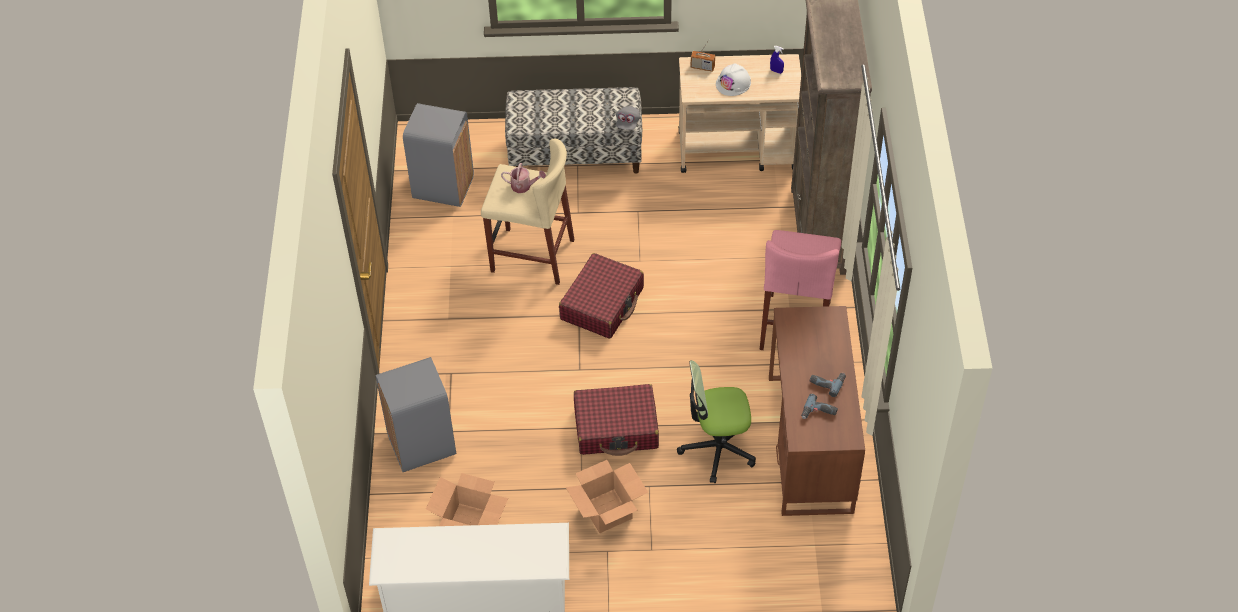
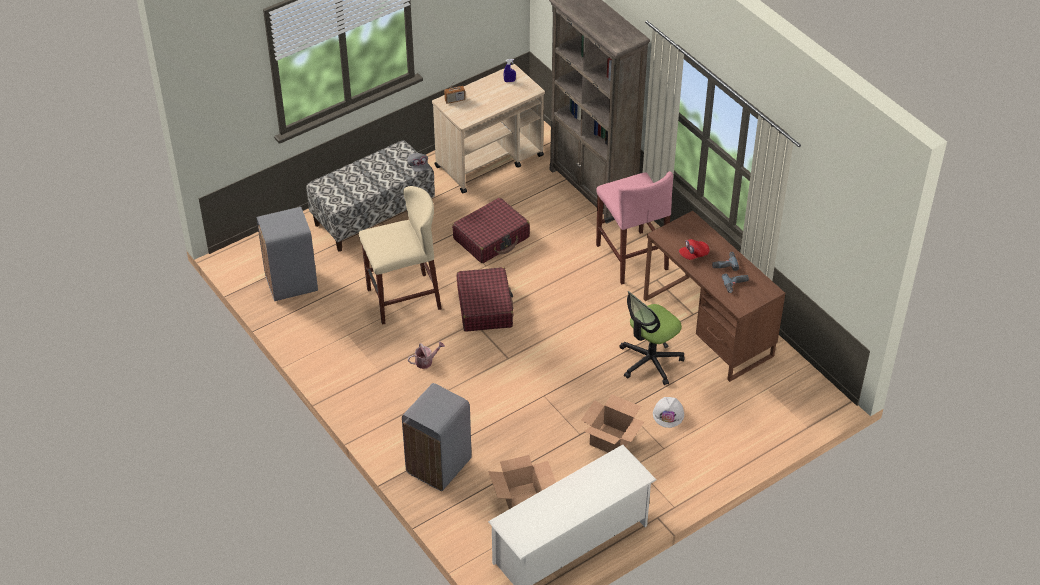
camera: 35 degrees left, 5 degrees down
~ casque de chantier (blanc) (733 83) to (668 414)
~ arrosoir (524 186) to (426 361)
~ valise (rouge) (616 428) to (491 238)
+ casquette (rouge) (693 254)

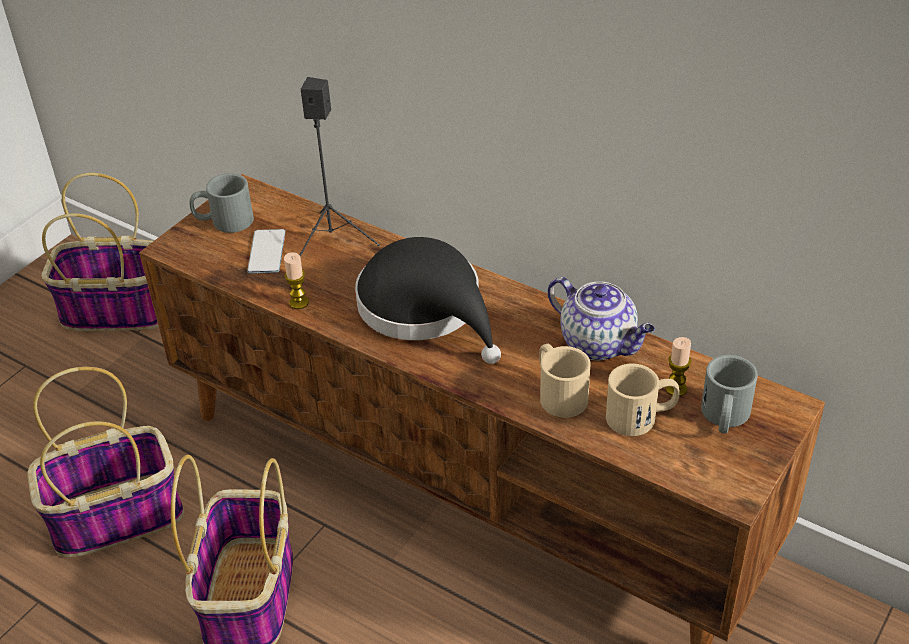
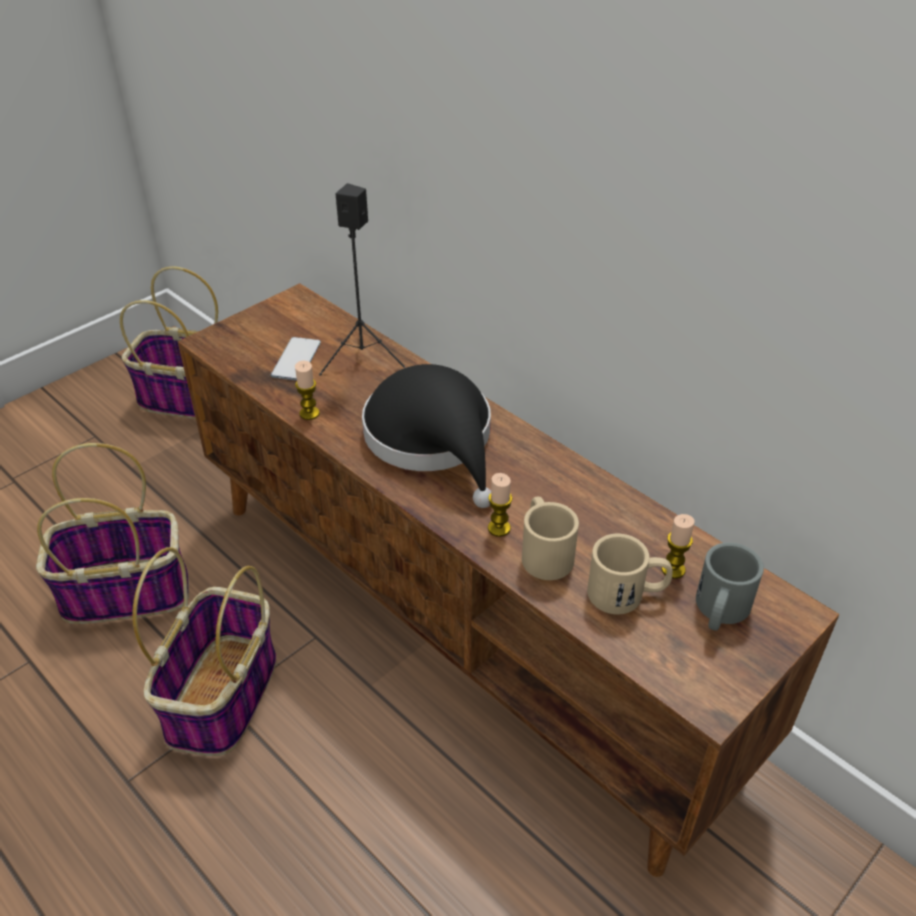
camera: 10 degrees right, 0 degrees up
- mug (gris) (223 221)
- théière (599 344)
+ bougie (499 528)

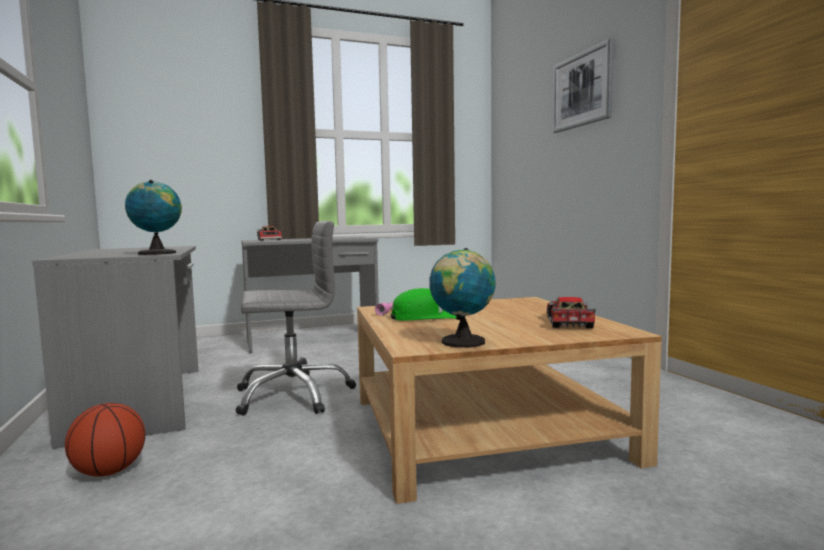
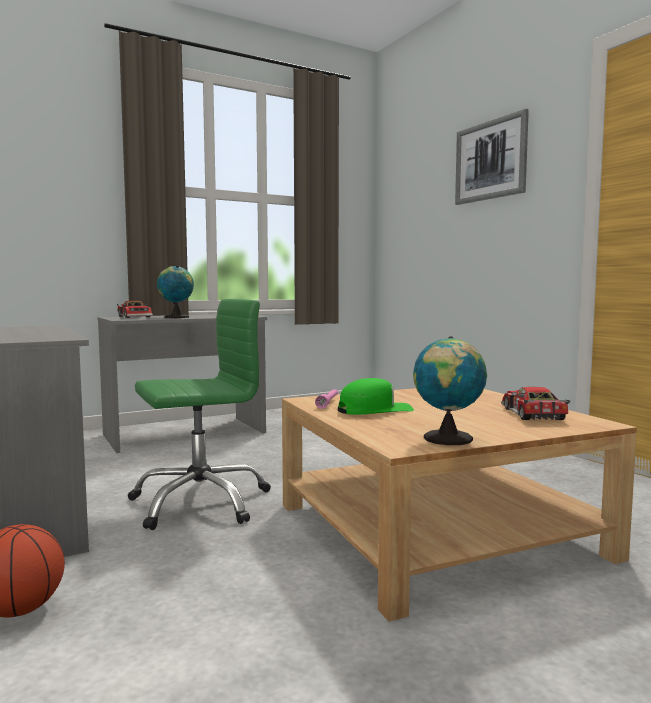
camera: 10 degrees left, 0 degrees up
~ globe (157 253) to (176 317)
~ chaise de bureau (gris) (293 394) to chaise de bureau (vert) (200 502)

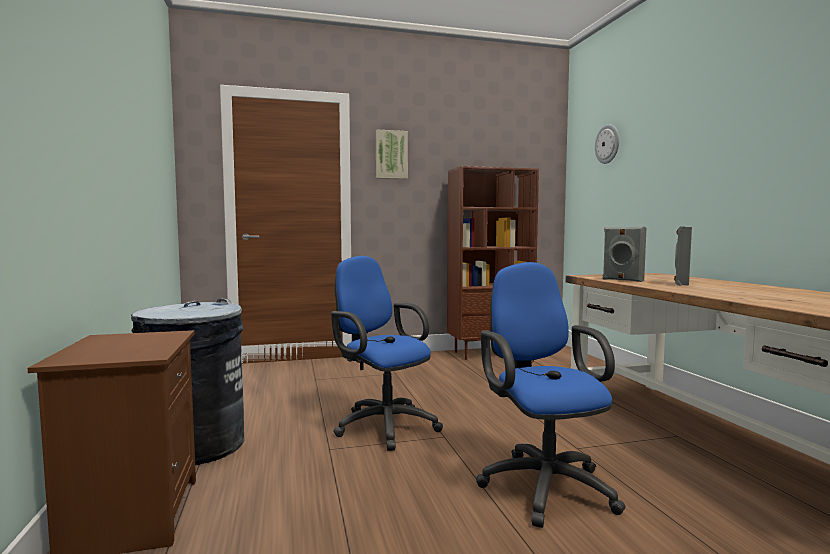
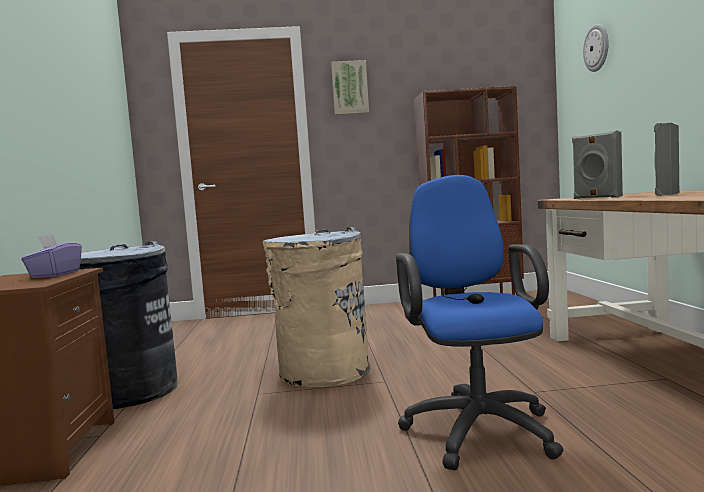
camera: 10 degrees right, 0 degrees up
~ chaise de bureau (bleu) (382 425) to poubelle (beige) (323 371)
+ boîte à mouchoirs (violet) (55 274)

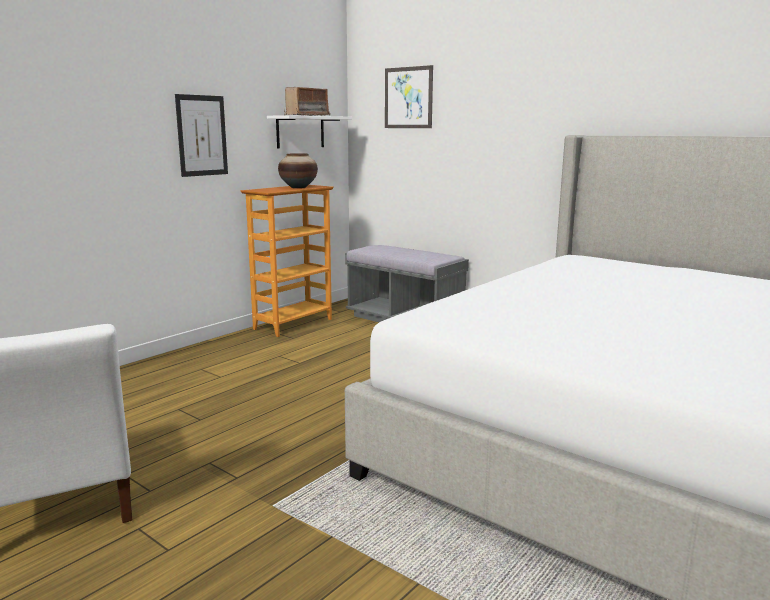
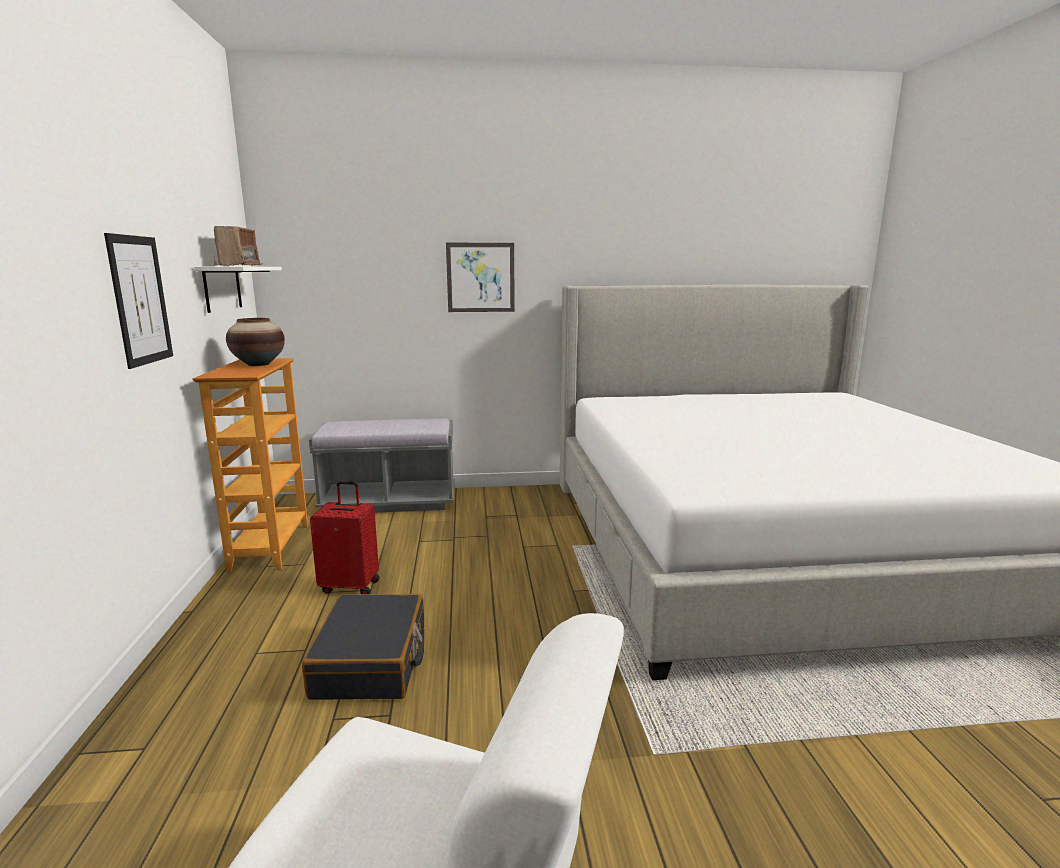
camera: 45 degrees left, 0 degrees up
~ tableau (408 98) to (480 277)
+ valise (rouge) (350 586)
+ valise (noir) (371 661)

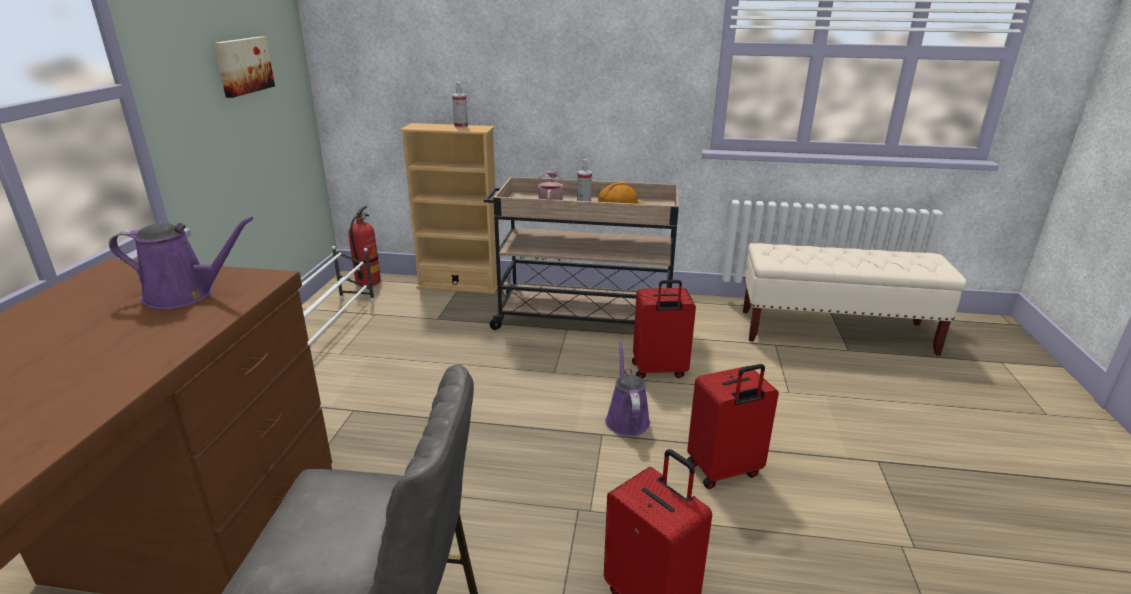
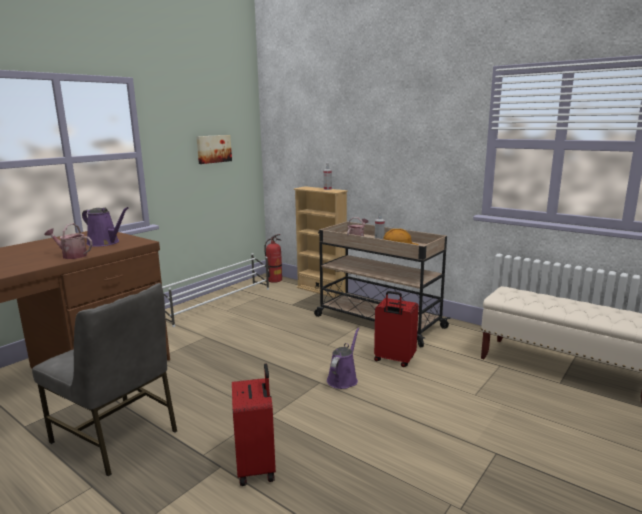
camera: 30 degrees right, 10 degrees down
- valise (rouge) (724 471)
+ arrosoir (72 255)

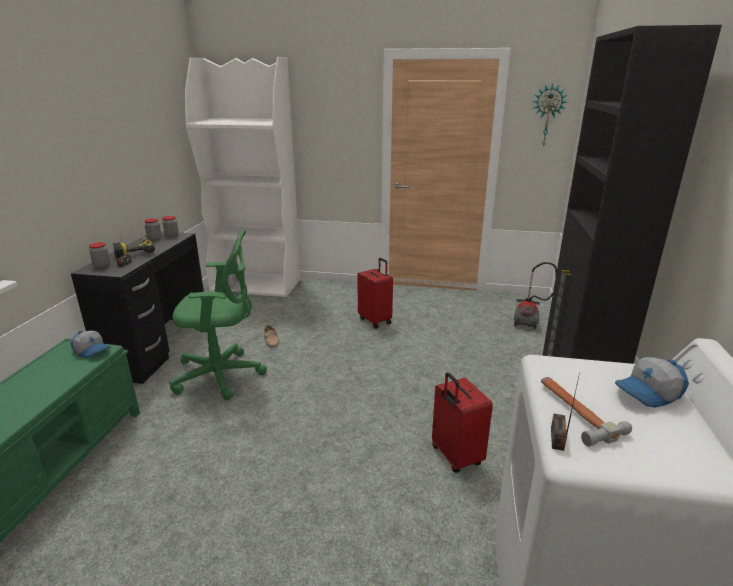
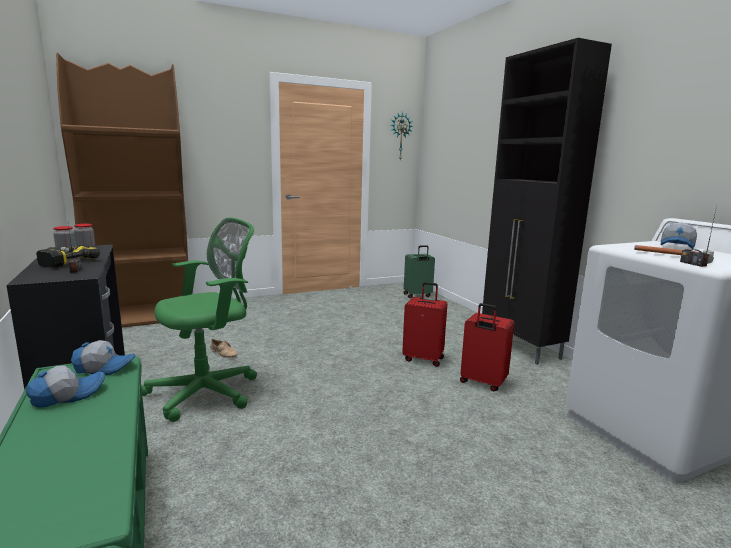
camera: 35 degrees left, 10 degrees down
~ bibliothèque (blanc) (257 285) to bibliothèque (marron) (144 316)
- bocal (102 266)
~ valise (rouge) (375 320) to (423 359)
~ aspirateur (529 317) to valise (vert) (417 295)
+ casquette (68 395)

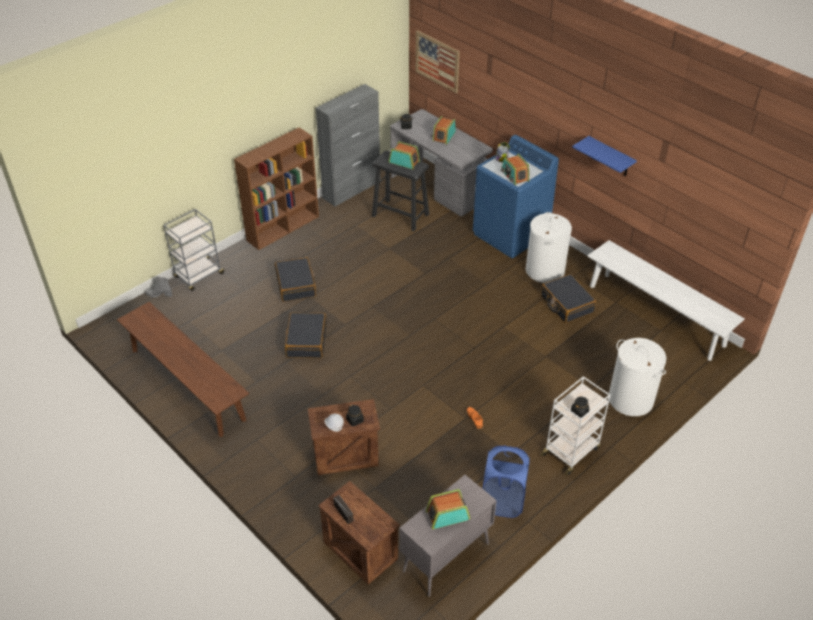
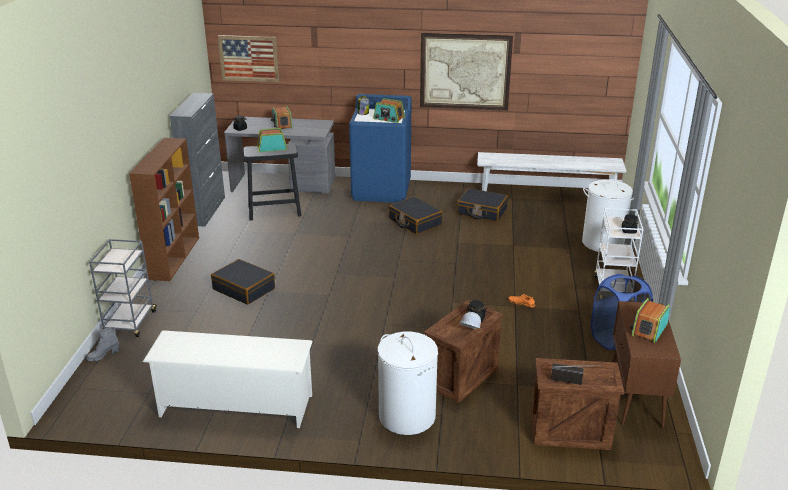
camera: 40 degrees left, 15 degrees down
~ étagère (bleu) (610 157) to tableau (465 72)
~ panier à linge (blanc) (544 270) to (406 416)
~ banc (marron) (187 384) to étagère à chaussures (blanc) (235 406)
~ valise (noir) (306 341) to (415 222)
~ meuble de rangement (gris) (445 558) to meuble de rangement (marron) (636 397)

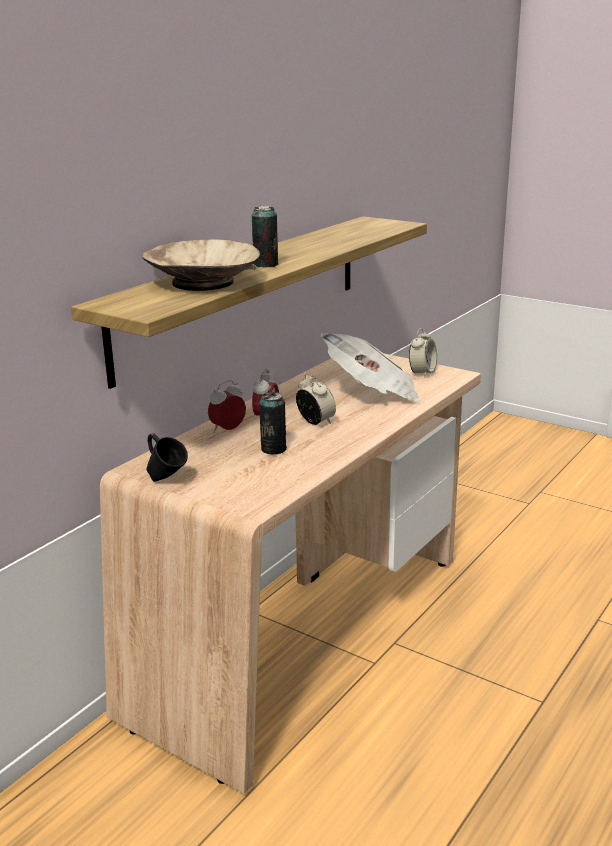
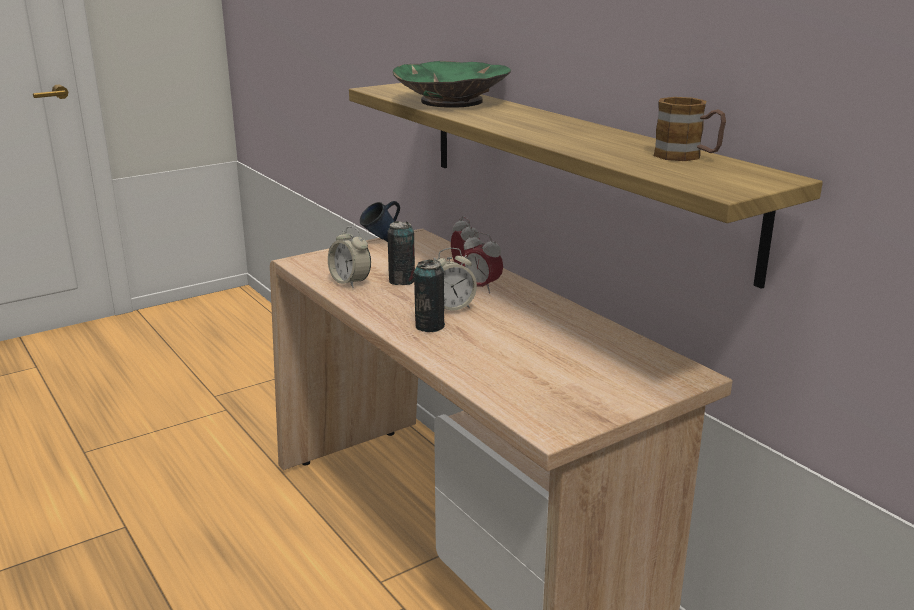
camera: 110 degrees right, 0 degrees up
~ boîte métallique (265 265) to (429 326)
~ bol (beige) (202 282) to bol (vert) (451 101)
~ réveil (422 373) to (350 282)
- journal (372 392)
+ mug (687 157)

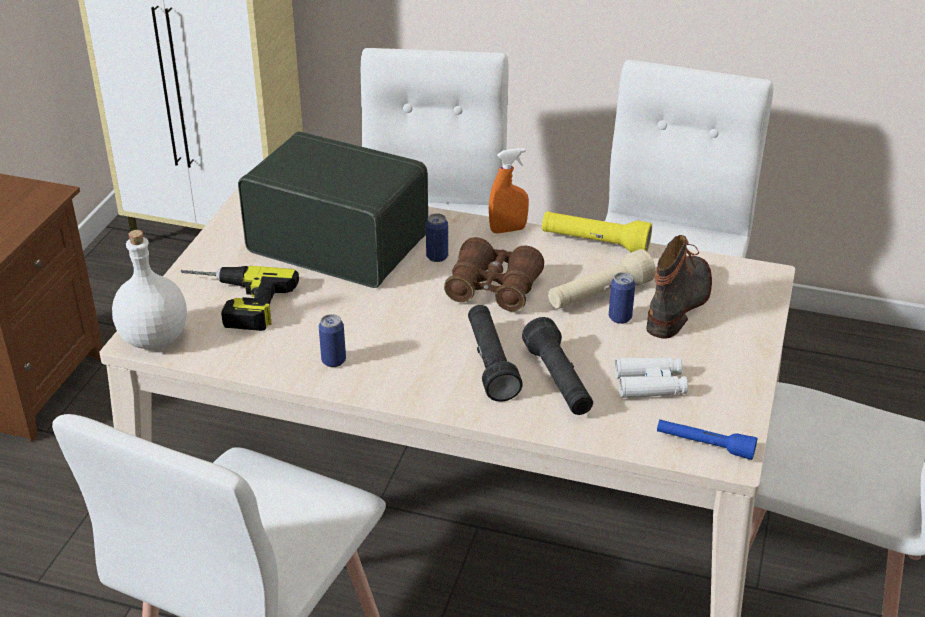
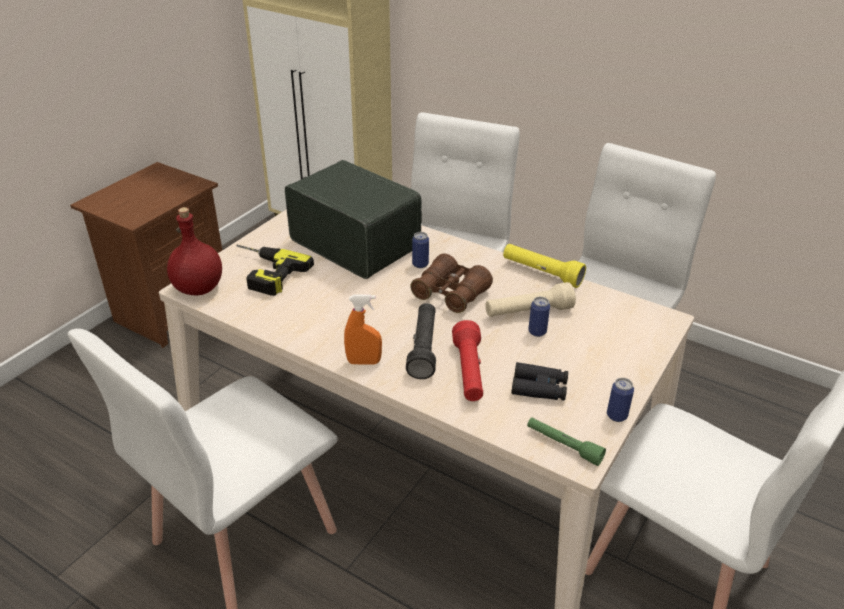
camera: 15 degrees right, 0 degrees up
~ vaporisateur (orange) (508 230) to (364 362)
~ bouteille (blanc) (155 337) to bouteille (rouge) (199 288)
- botte (680 304)
~ boîte métallique (333 361) to (616 415)
~ lampe de poche (noir) (558 381) to lampe de poche (rouge) (469 372)
~ jumelles (blanc) (650 384) to jumelles (noir) (539 388)
~ lampe de poche (bleu) (704 445) to lampe de poche (vert) (563 445)

